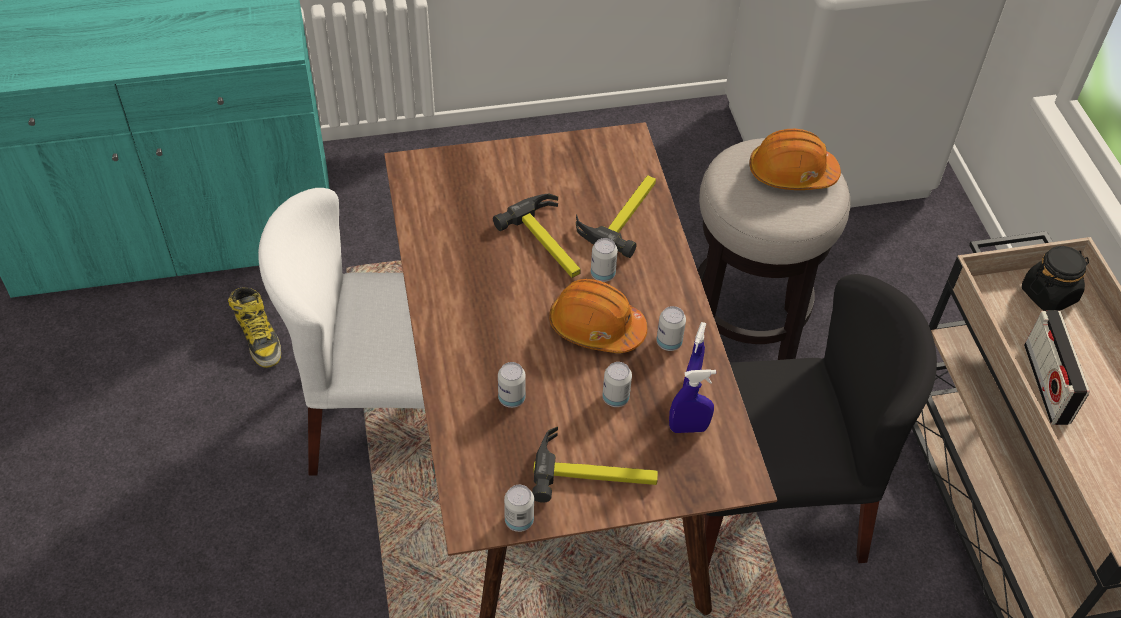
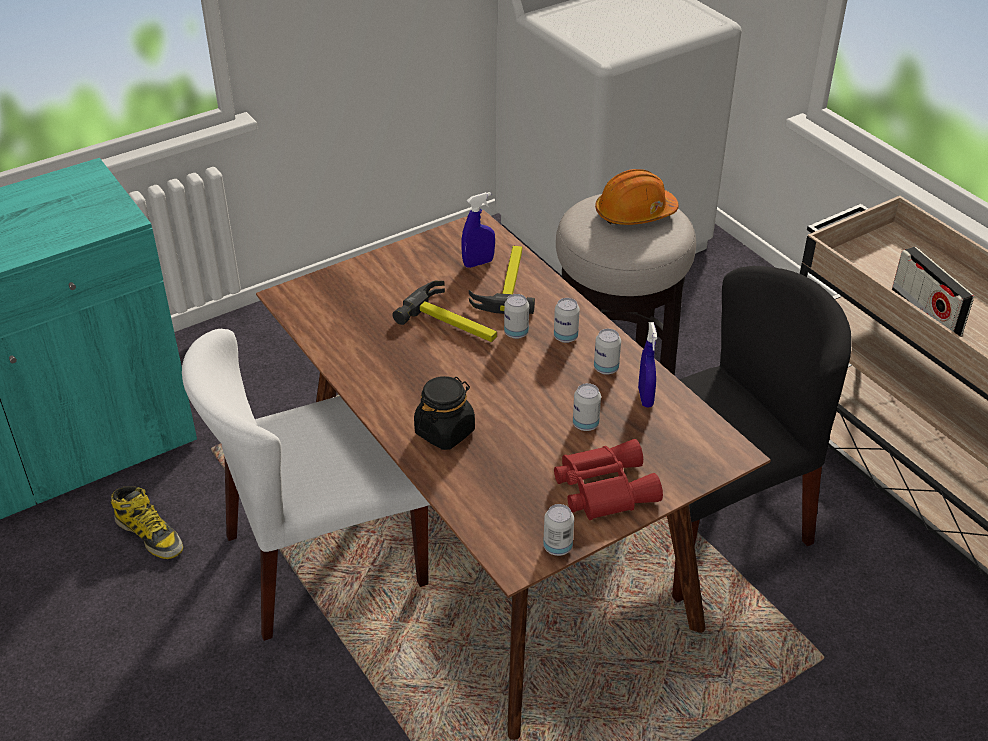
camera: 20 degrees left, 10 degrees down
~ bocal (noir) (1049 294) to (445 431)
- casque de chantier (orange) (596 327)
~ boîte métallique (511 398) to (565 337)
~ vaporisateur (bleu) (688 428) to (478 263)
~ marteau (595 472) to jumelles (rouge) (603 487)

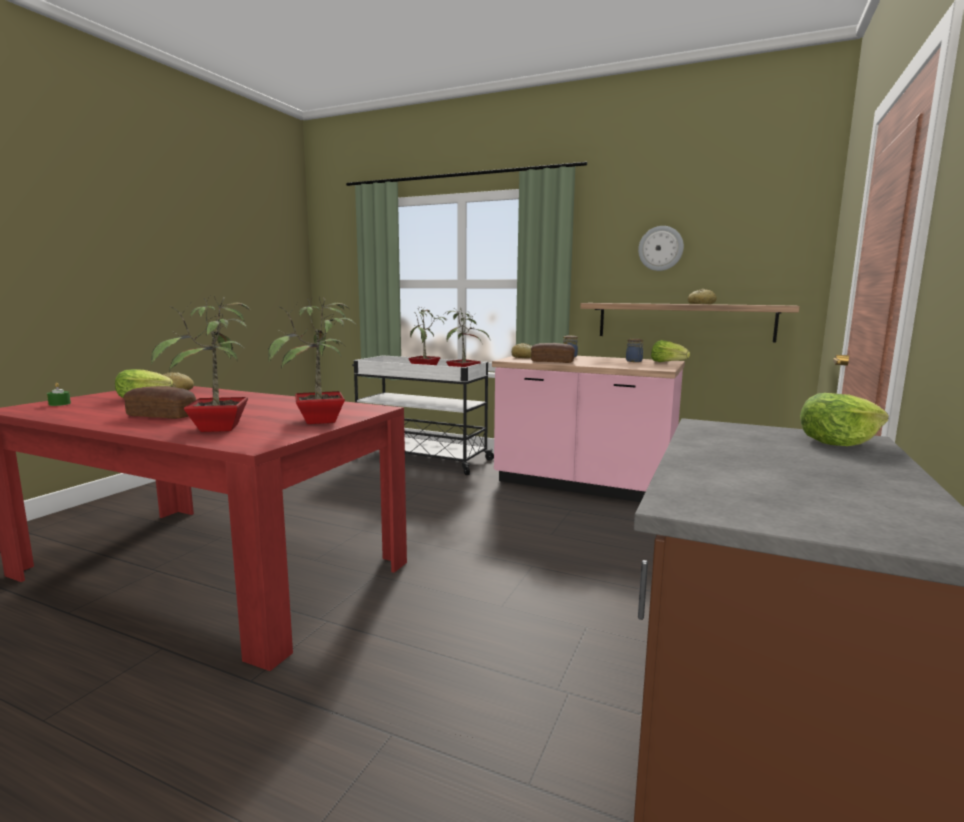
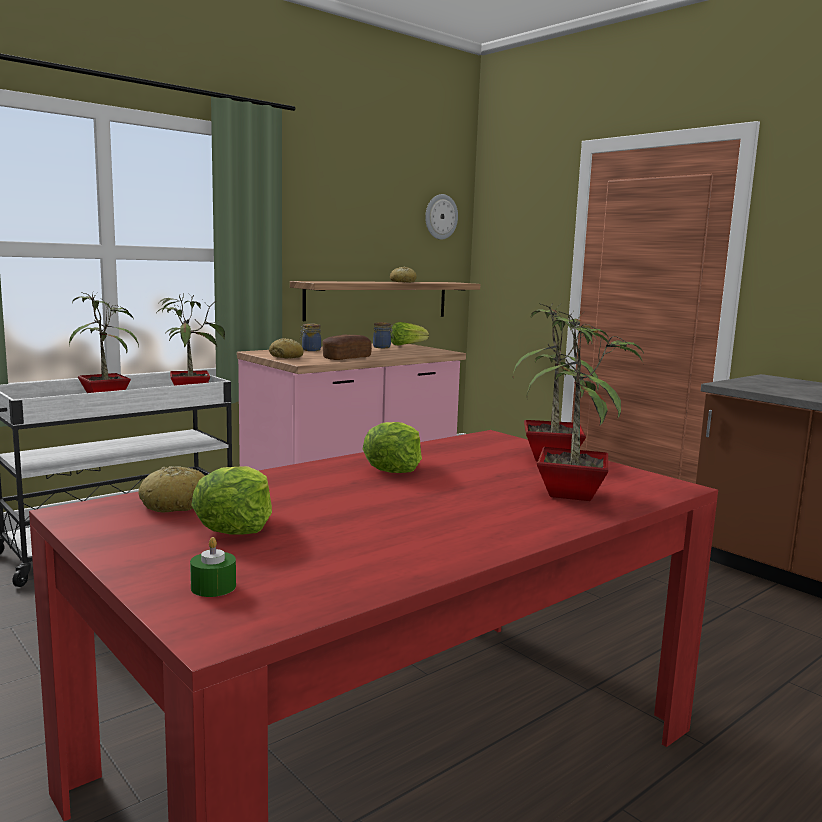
camera: 65 degrees left, 0 degrees up
~ horloge murale (660 248) to (440 217)
- pain (162 416)
~ laitue (838 442) to (394 467)

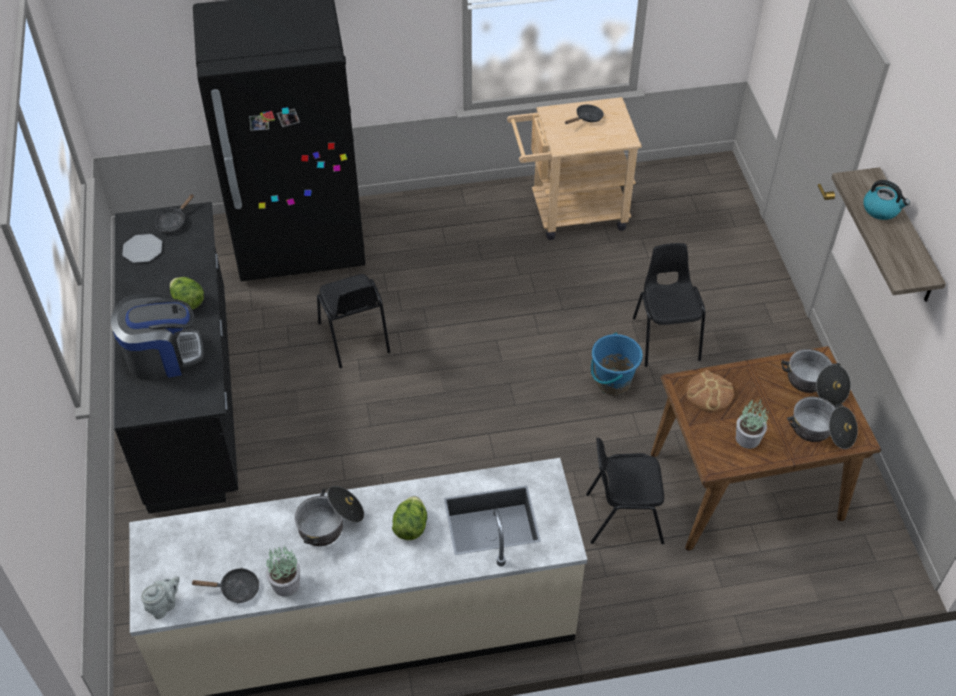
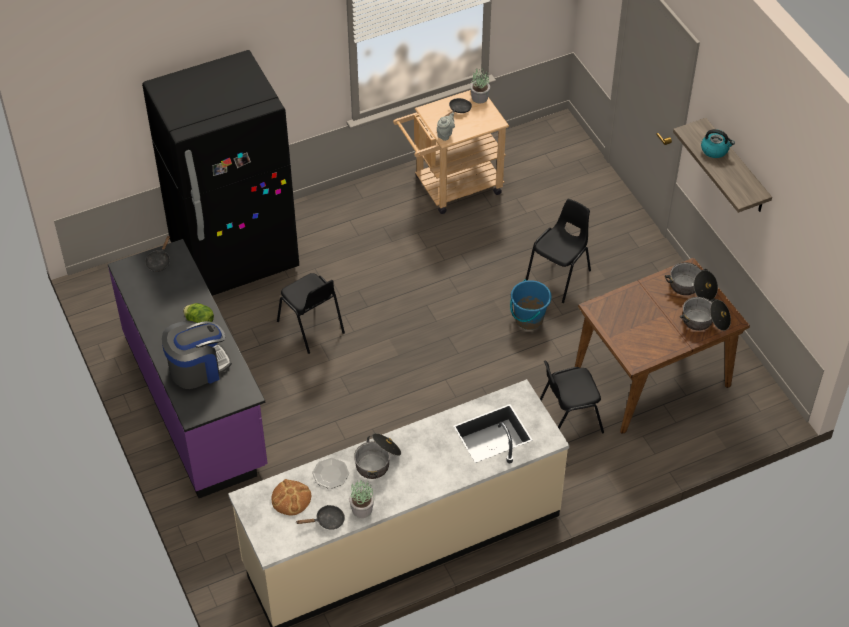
camera: 15 degrees left, 0 degrees up
~ comptoir de cuisine (noir) (192 397) to comptoir de cuisine (violet) (196 402)
~ assiette (142 249) to (330 474)
~ chaise (noir) (665 338) = (559 276) 60 degrees clockwise
~ pain (709 393) to (291 498)
~ plante en pot (747 438) to (479 97)
- laitue (410 527)
~ théière (gris) (164 605) to (445 134)

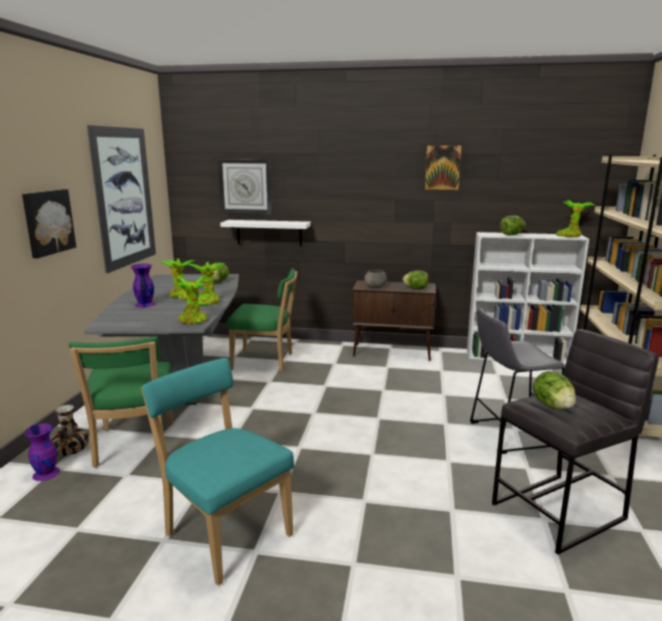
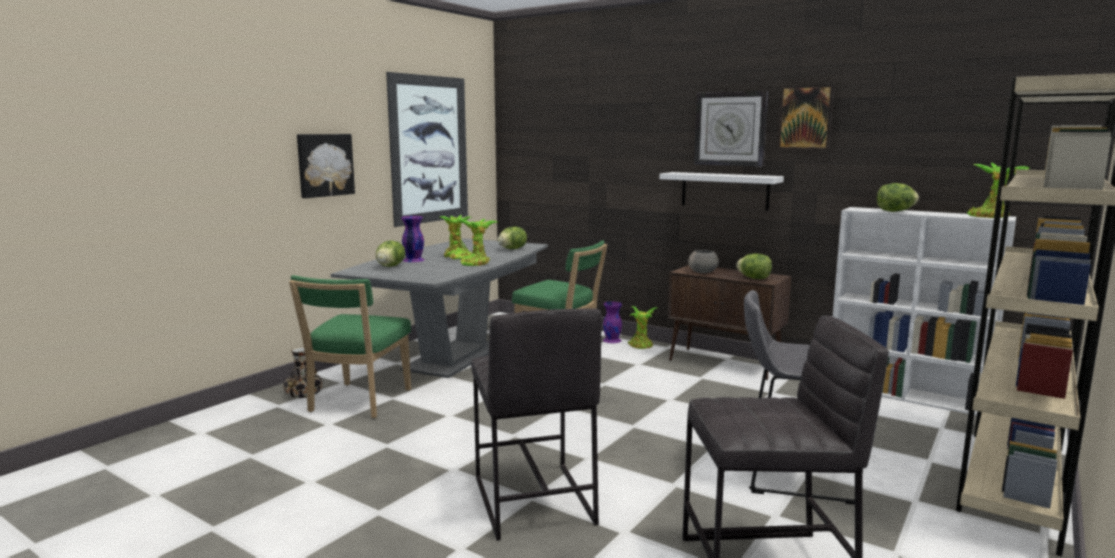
camera: 25 degrees right, 5 degrees down
~ horloge murale (245 186) to (730 129)
~ étagère (blanc) (269 233) to (724 190)
~ plante en pot (194 321) to (641 346)
- chaise (turquoise) (225 532)
~ laitue (553 406) to (390 266)
~ vase (violet) (46 473) to (612 340)
+ tabouret (gris) (532 501)

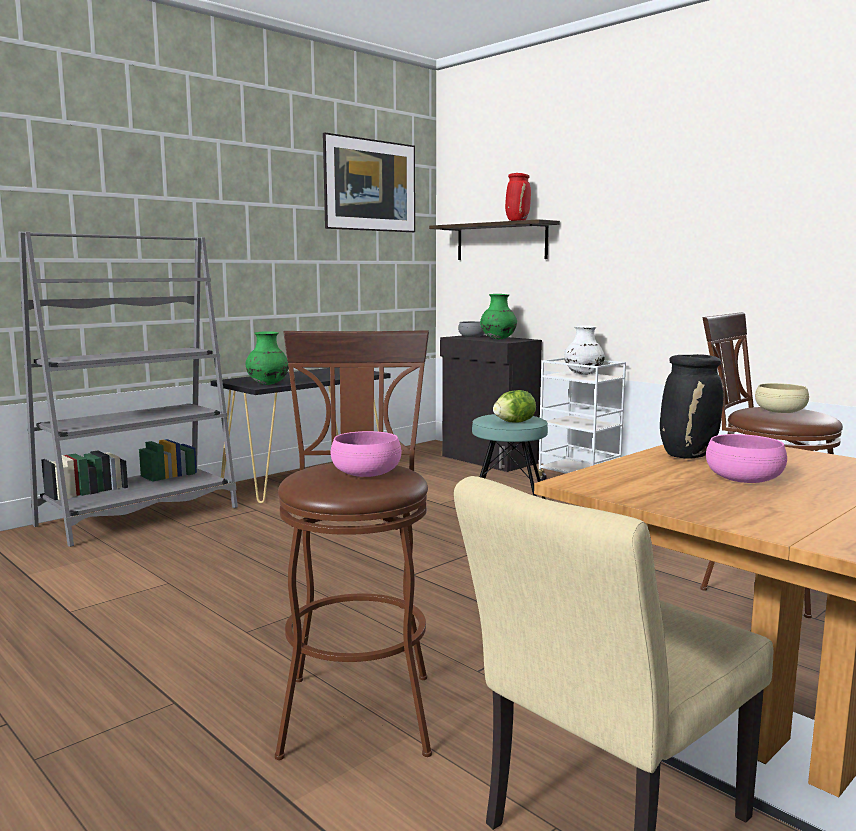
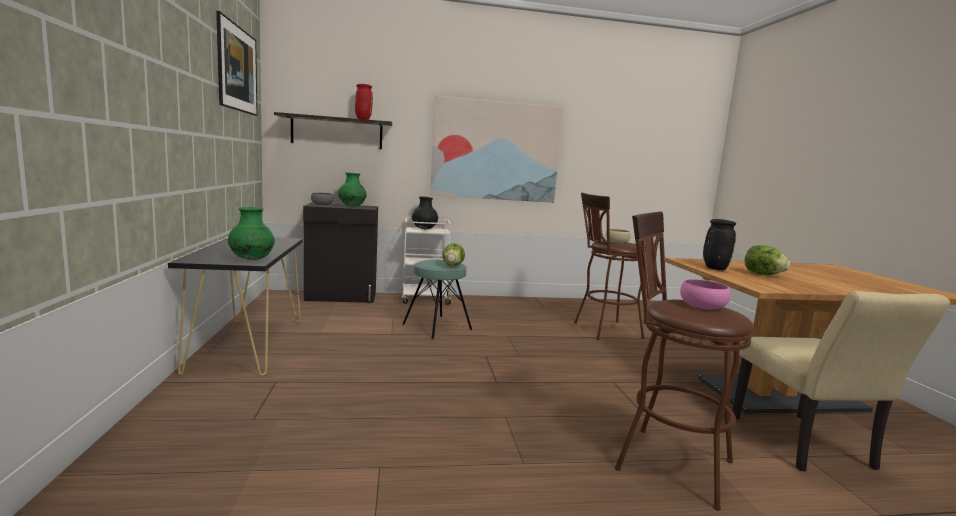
camera: 55 degrees left, 0 degrees up
- bibliothèque (gris) (139 516)
~ vase (blanc) (583 374) to vase (noir) (424 229)
~ bol (rose) (744 478) to laitue (763 274)
+ tableau (496 151)

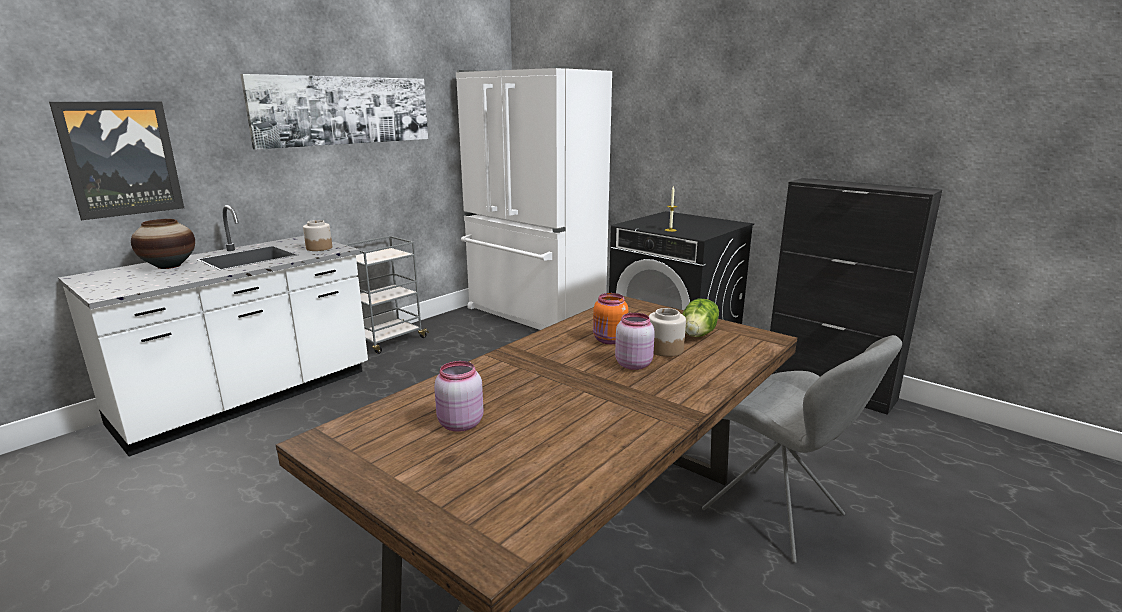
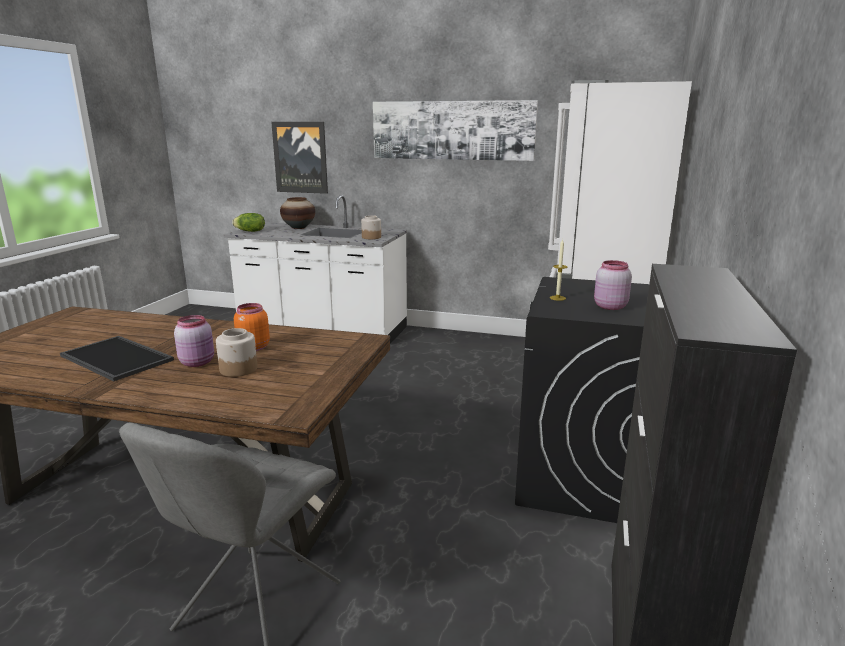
camera: 65 degrees right, 0 degrees up
- chariot (gris) (388 341)
~ laitue (699 334) to (250 231)
~ bocal (rose) (459 424) to (609 306)
+ plateau (114 358)

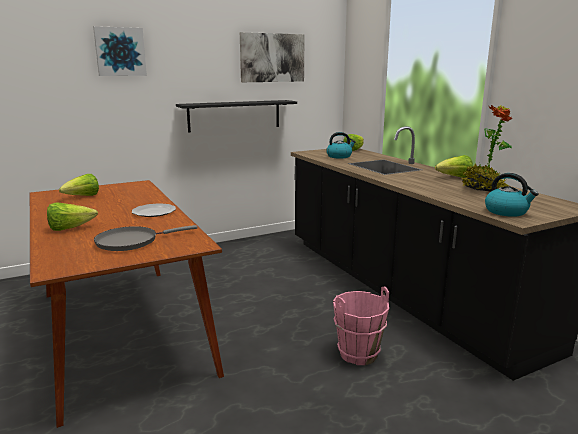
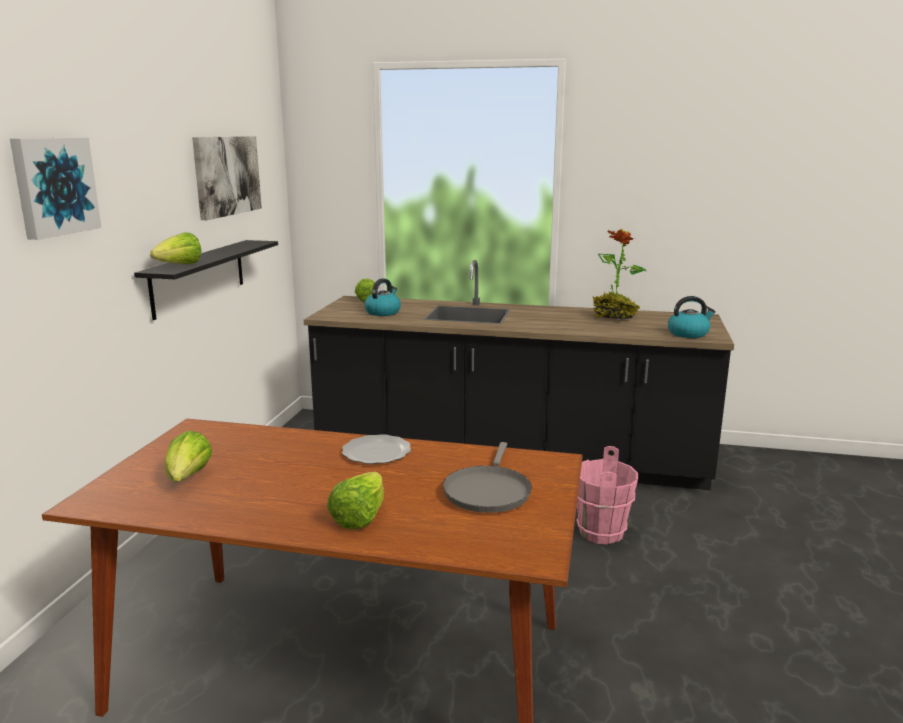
camera: 50 degrees left, 0 degrees up
~ laitue (454 177) to (179 265)

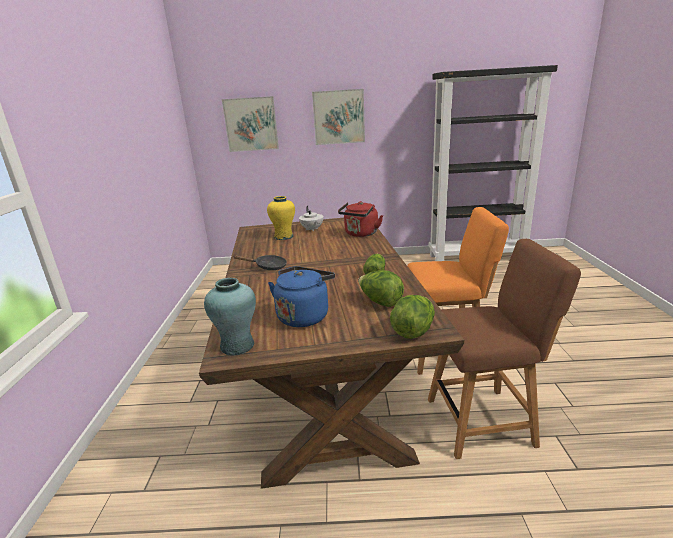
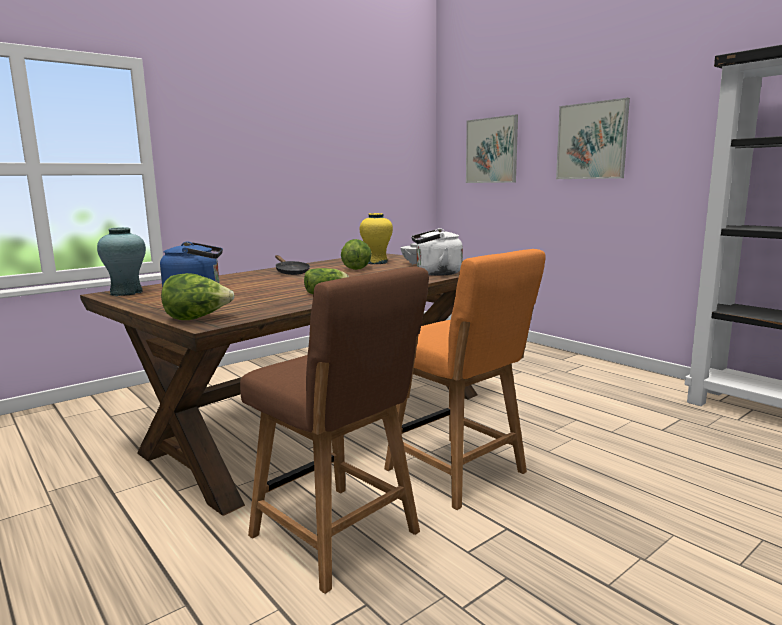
camera: 50 degrees right, 10 degrees down
~ bouilloire (rouge) (360 234) to bouilloire (blanc) (436 273)
~ laitue (380 302) to (357 268)

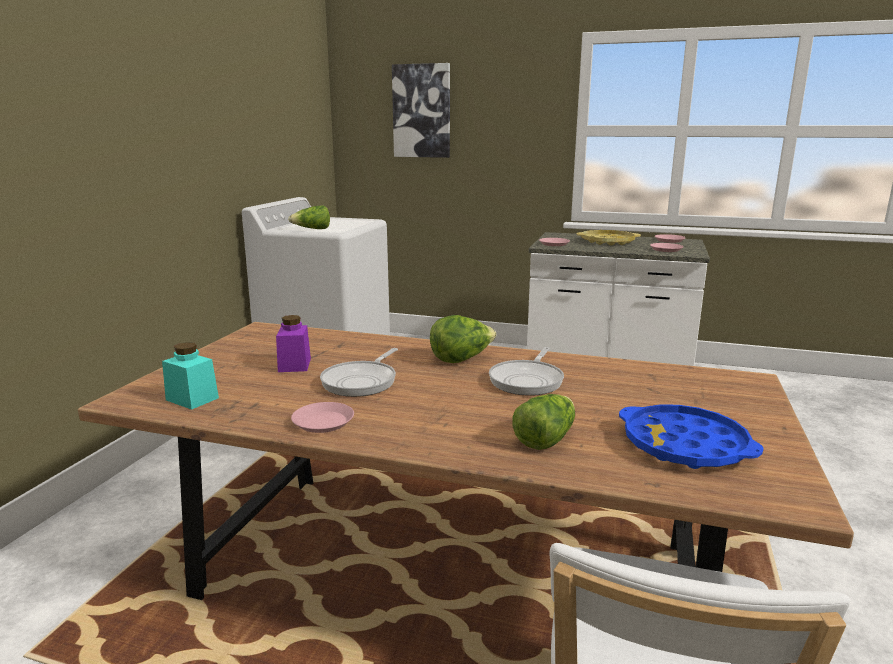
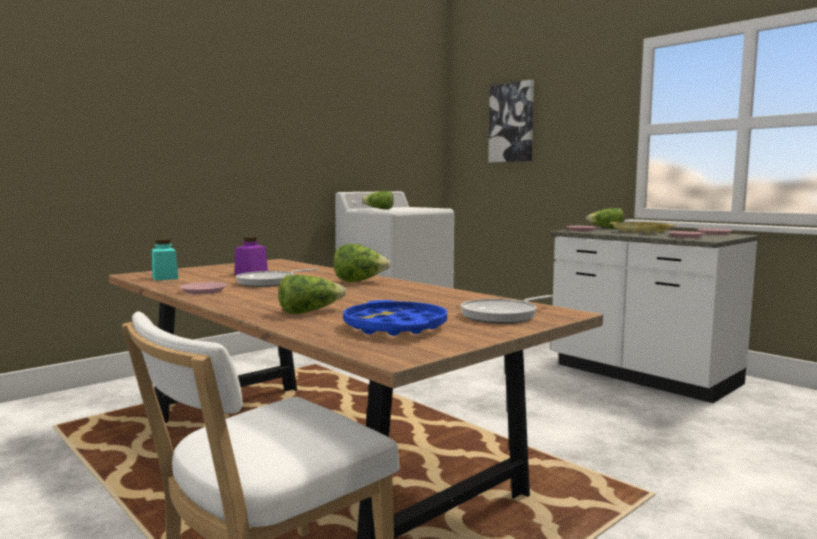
camera: 30 degrees right, 10 degrees down
~ poêle (528 380) to (502 315)
+ laitue (606 228)

